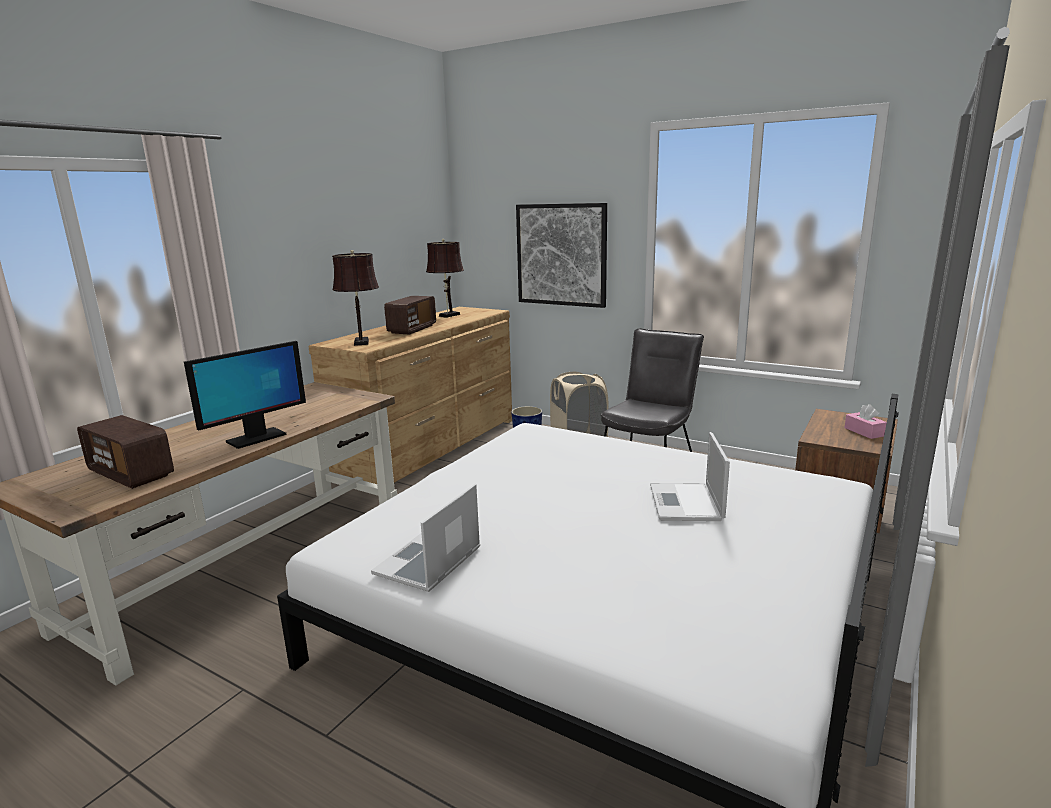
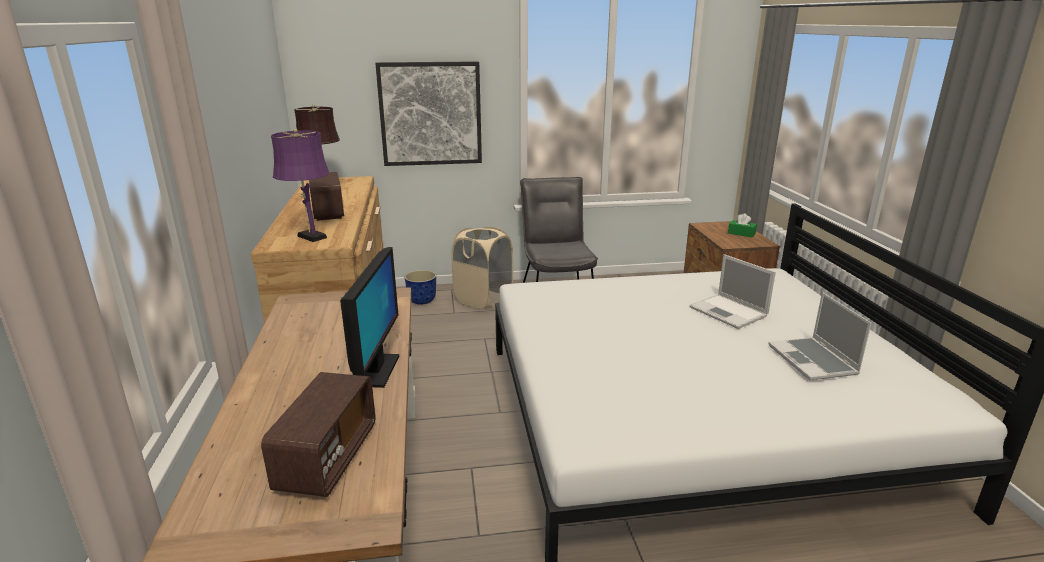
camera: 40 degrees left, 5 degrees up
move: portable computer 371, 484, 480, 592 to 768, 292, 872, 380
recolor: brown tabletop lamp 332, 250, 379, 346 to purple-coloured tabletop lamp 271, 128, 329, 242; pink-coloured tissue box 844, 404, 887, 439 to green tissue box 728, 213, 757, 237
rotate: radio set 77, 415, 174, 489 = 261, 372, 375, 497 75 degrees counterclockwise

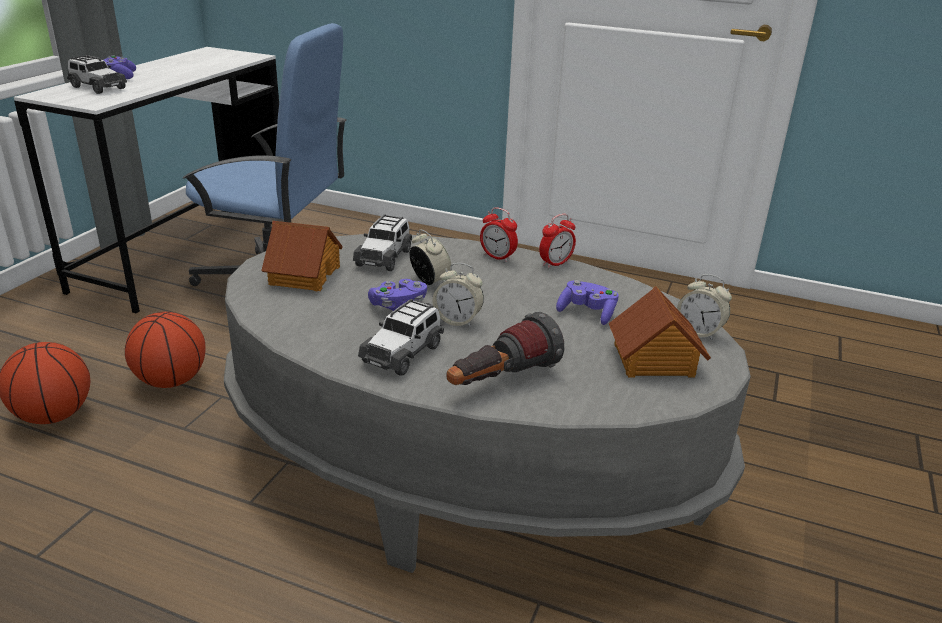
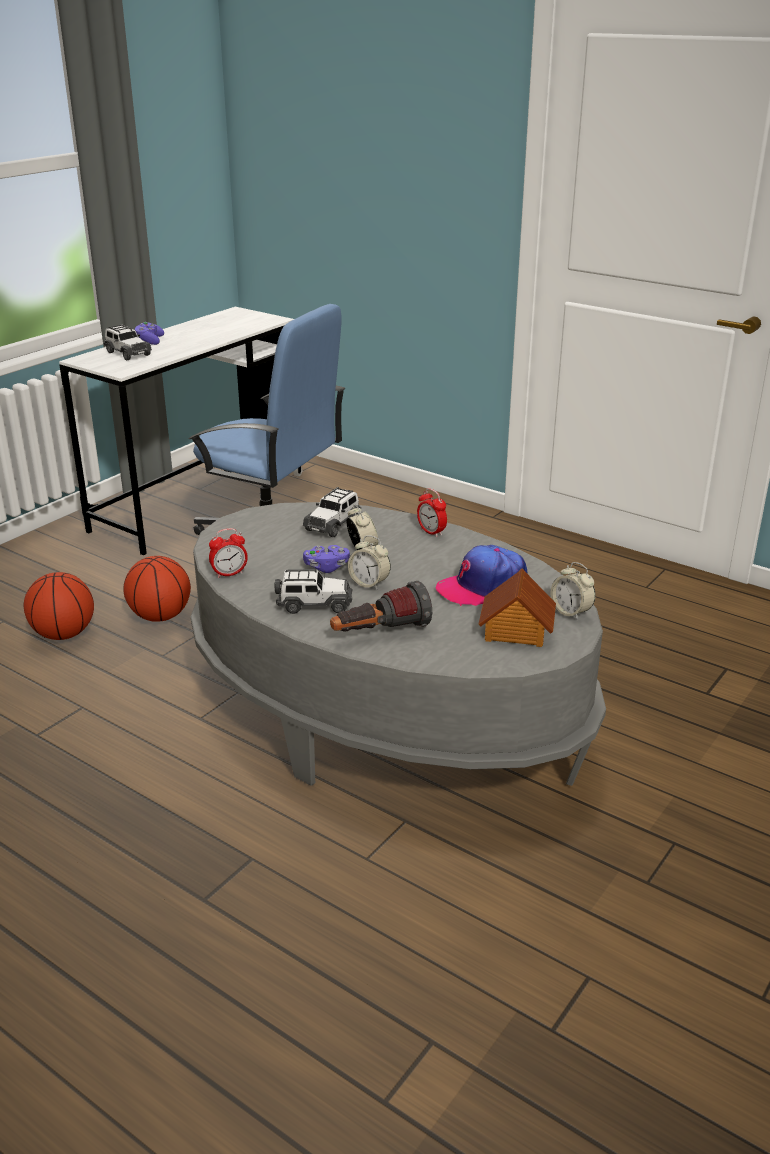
camera: 15 degrees right, 0 degrees up
delete: model house 261, 221, 343, 291
move: bedside clock 539, 214, 576, 269 to 209, 528, 248, 578
replace: purple-coloured joypad 556, 280, 619, 325 to peaked cap 436, 545, 528, 606
rotate: miniature car 358, 299, 444, 376 = 275, 569, 353, 614 135 degrees counterclockwise

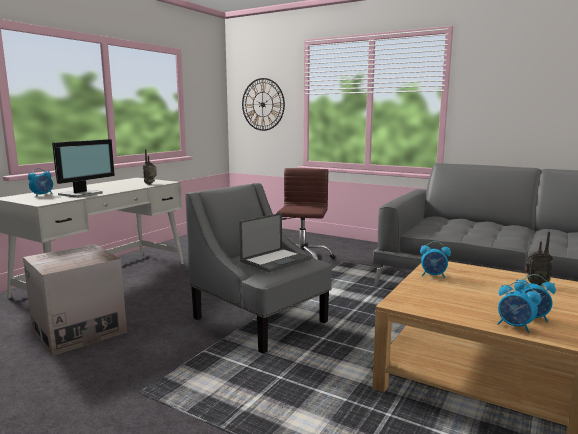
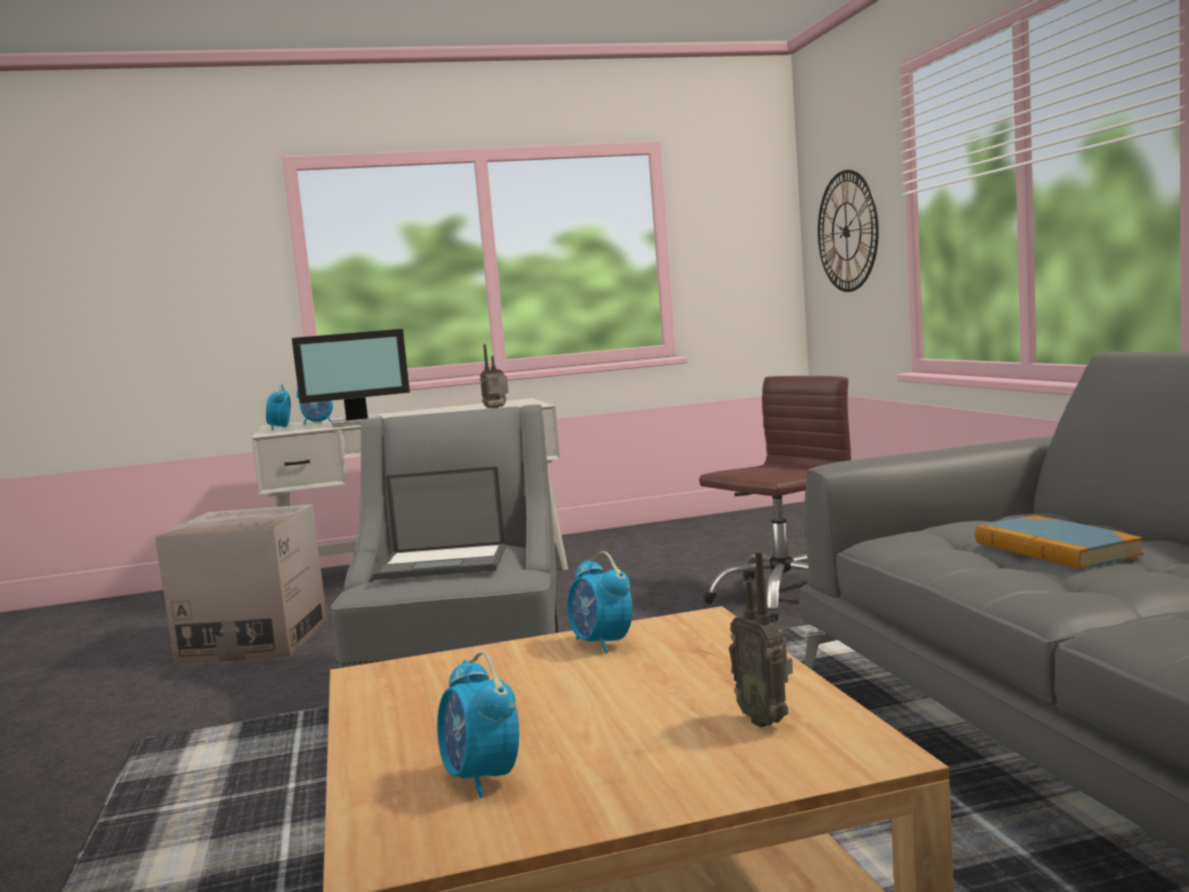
camera: 45 degrees right, 5 degrees down
insert: bound book 975, 515, 1144, 569
move: bedside clock 498, 281, 541, 333 to 266, 384, 291, 430

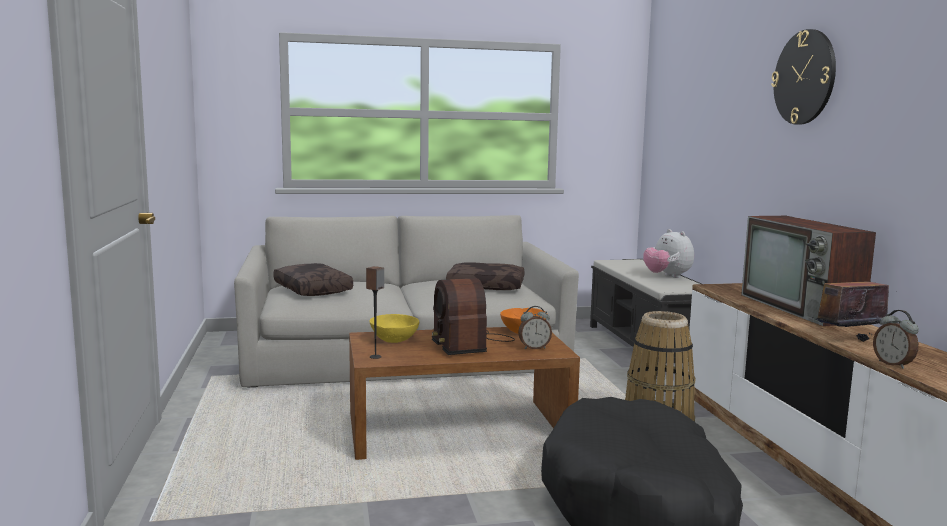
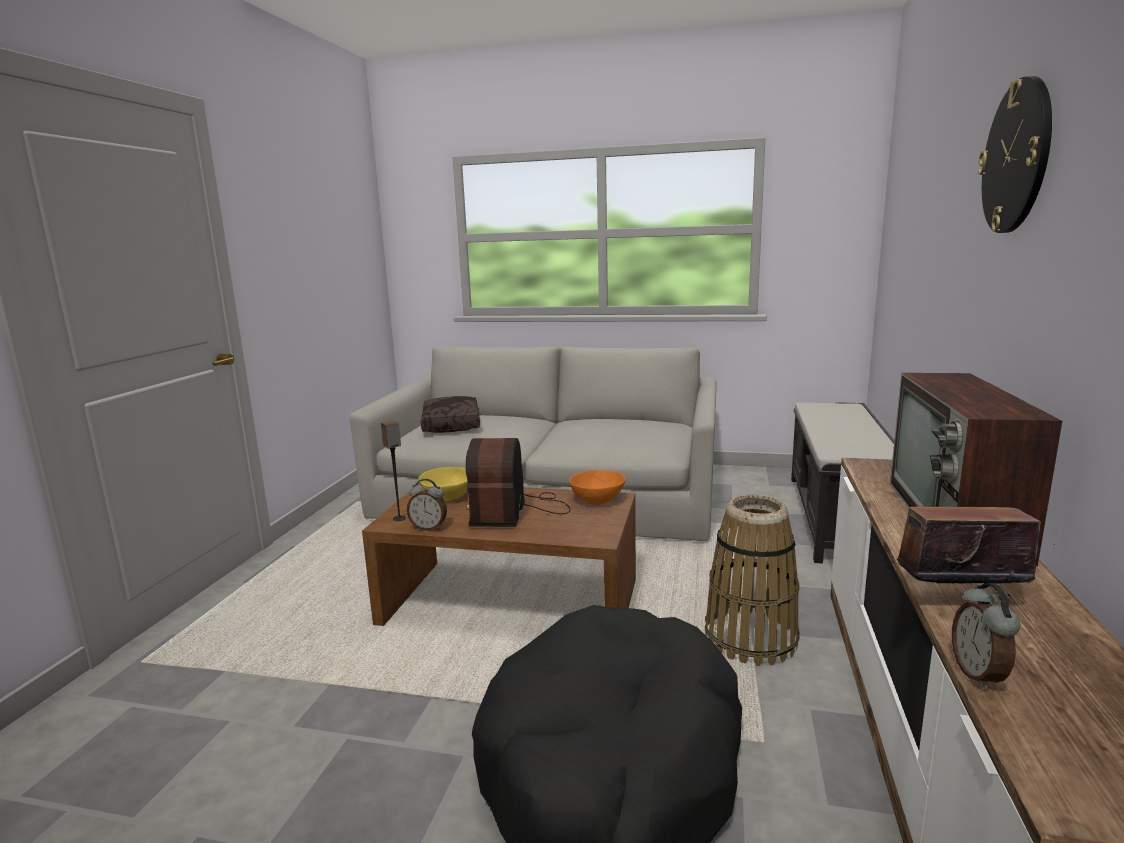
camera: 25 degrees right, 5 degrees up
delete: brown cushion 446, 262, 524, 290; soft toy 643, 229, 694, 278
move: bedside clock 518, 306, 552, 349 to 407, 479, 447, 531

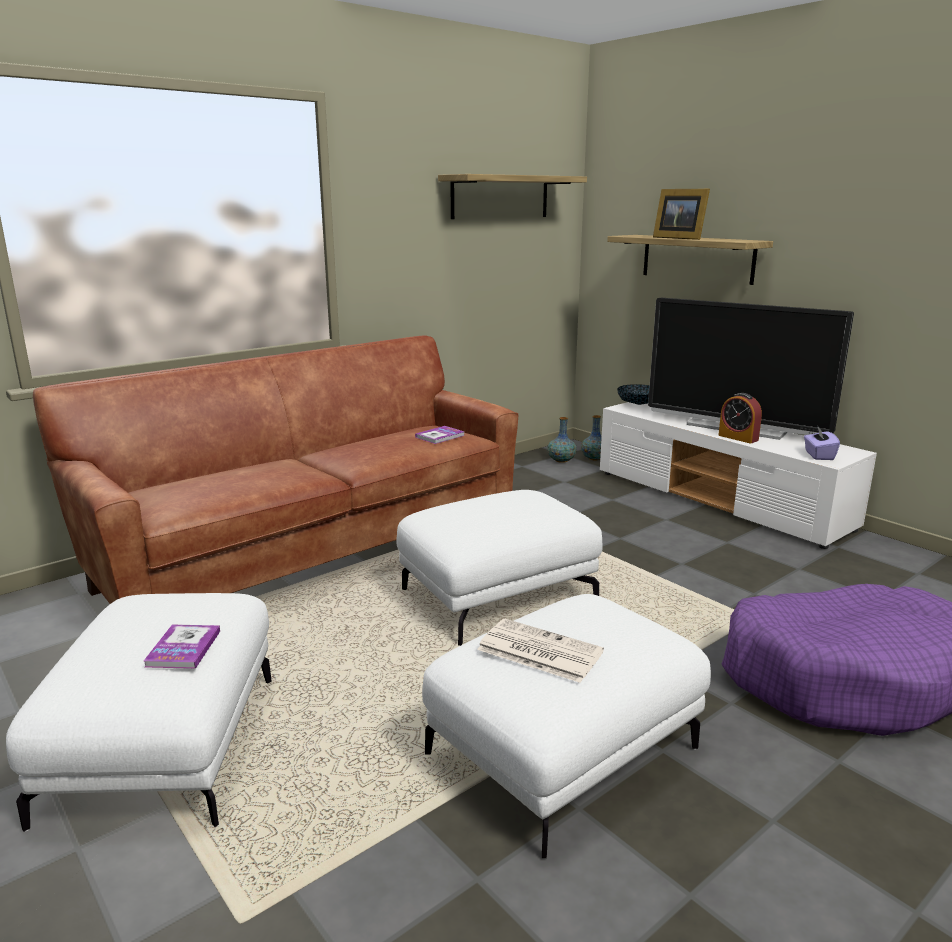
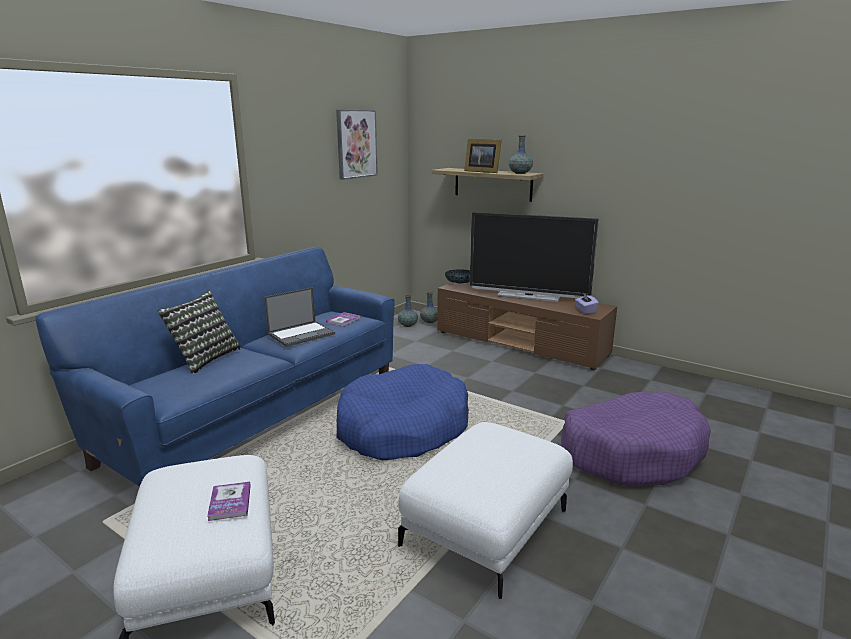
camera: 15 degrees left, 0 degrees up
delete: printed paper 477, 619, 604, 683; bedside clock 718, 393, 762, 444
insert: cushion 158, 290, 242, 374; portable computer 264, 287, 335, 347; flower vase 509, 135, 533, 174
replace: white footrest 396, 490, 603, 646 to blue dog bed 337, 364, 469, 460; wall shelf 438, 174, 587, 219 to picture 336, 110, 378, 180
recolor: brown settee 33, 335, 518, 604 to blue settee 35, 247, 395, 487; white media console 600, 402, 877, 549 to brown media console 437, 282, 617, 370

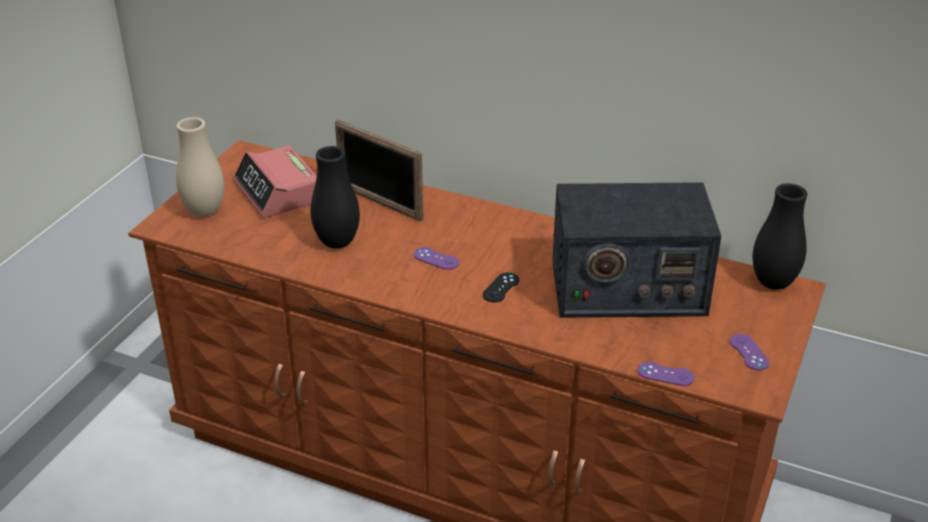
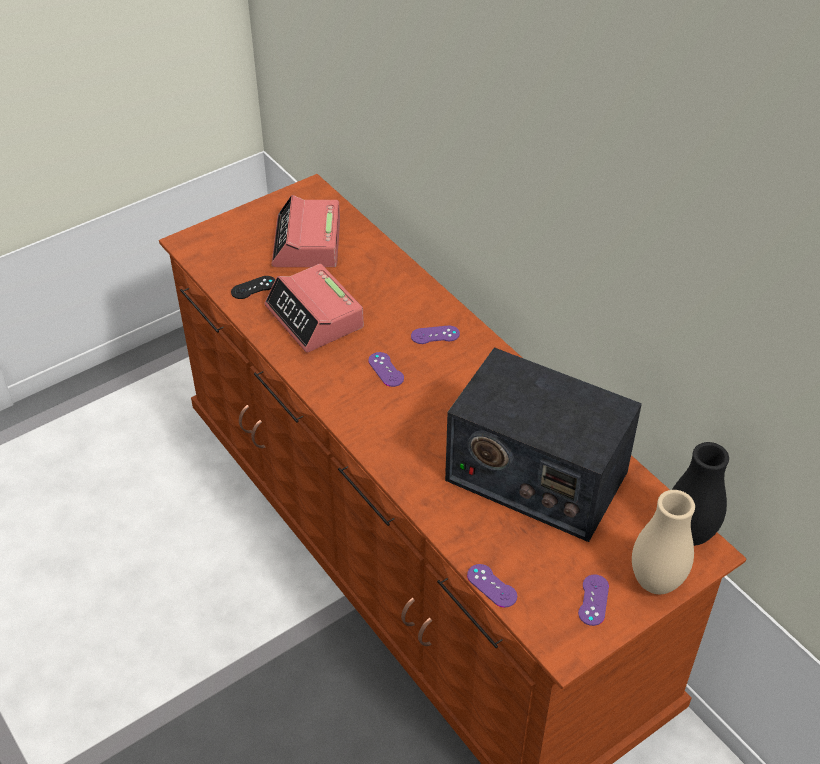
camera: 30 degrees right, 10 degrees up
delete: standing frame 335, 120, 424, 222
insert: purple-coloured joypad 411, 326, 460, 344
move: sand-coloured flower vase 176, 117, 224, 217 to 632, 490, 695, 594; blackish joypad 482, 272, 519, 302 to 231, 276, 275, 299
replace: blackish flower vase 311, 146, 360, 249 to bedside clock 264, 264, 364, 353

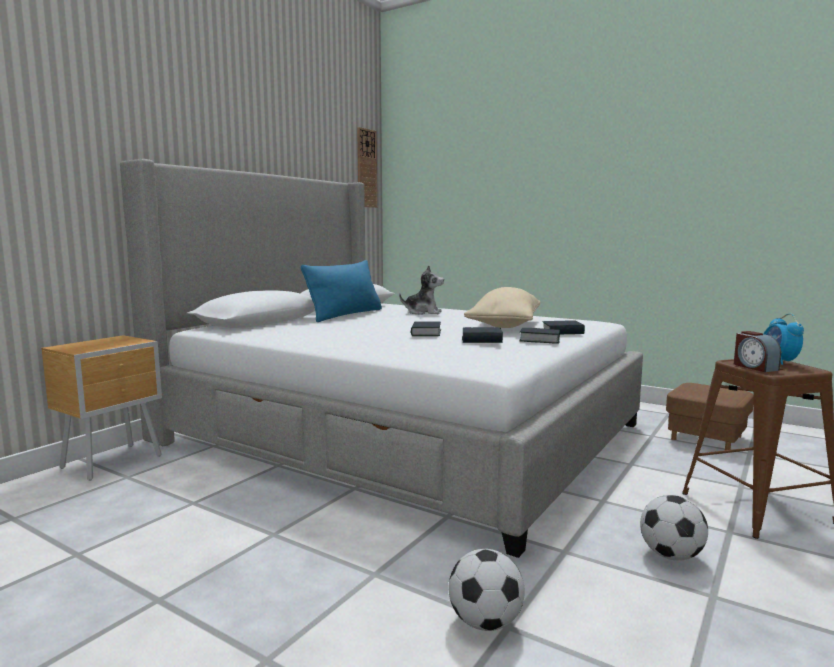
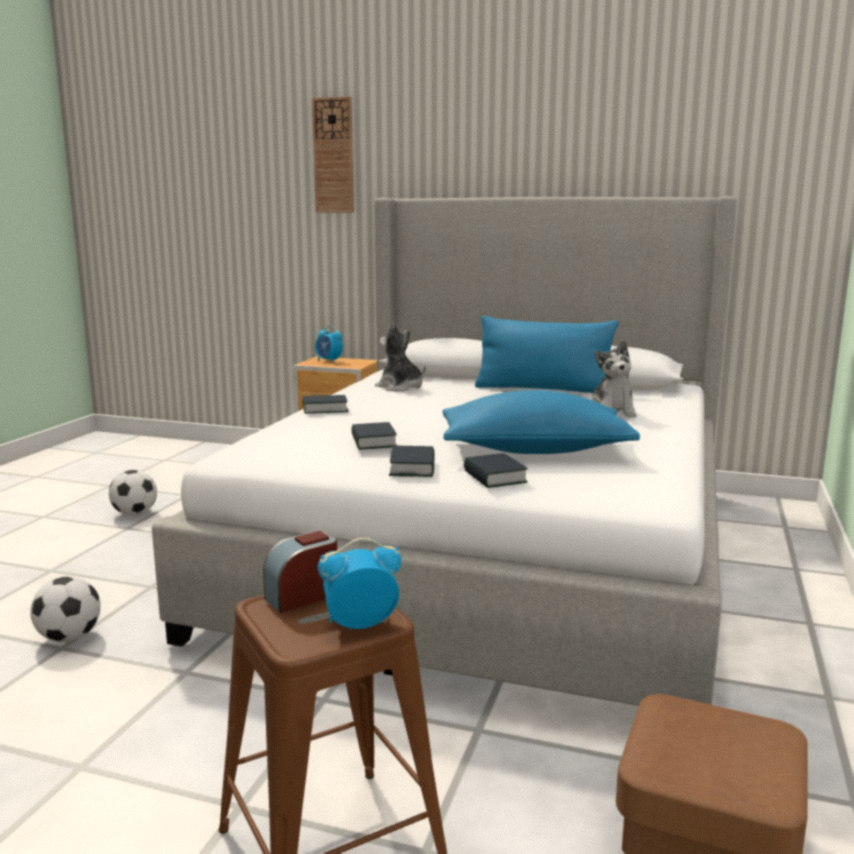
camera: 75 degrees right, 5 degrees up
insert: bedside clock 315, 325, 343, 363; soft toy 375, 323, 426, 392
move: clock on the wall 357, 127, 377, 208 to 312, 96, 354, 213; bound book 411, 321, 441, 336 to 303, 395, 349, 414; football ball 640, 495, 708, 561 to 109, 470, 157, 516
recolor: sand-coloured cushion 464, 287, 540, 328 to blue cushion 442, 390, 640, 454

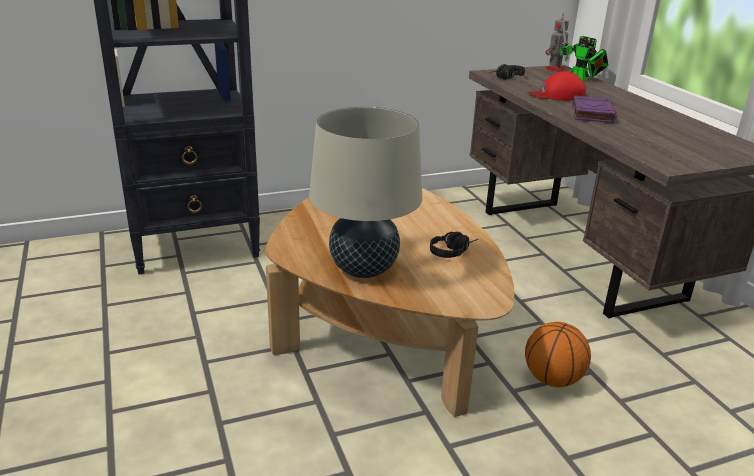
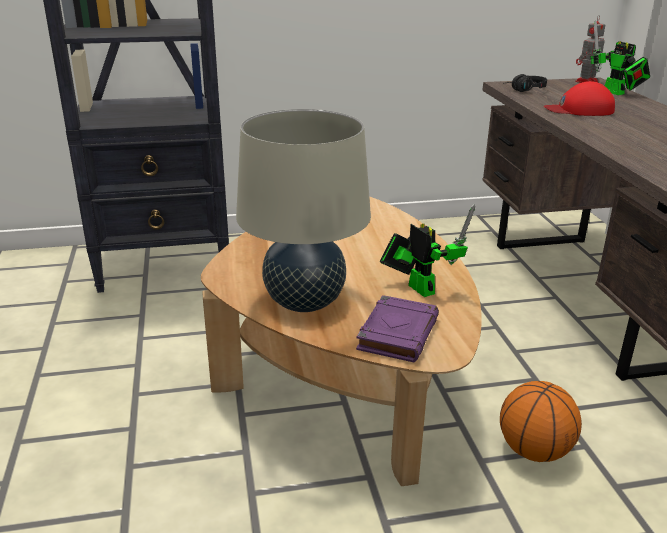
camera: 10 degrees right, 0 degrees up
move: purple-coloured bound book 572, 95, 617, 123 to 356, 295, 439, 362
replace: blackish headphones 430, 232, 478, 258 to robot figure 380, 205, 475, 297

